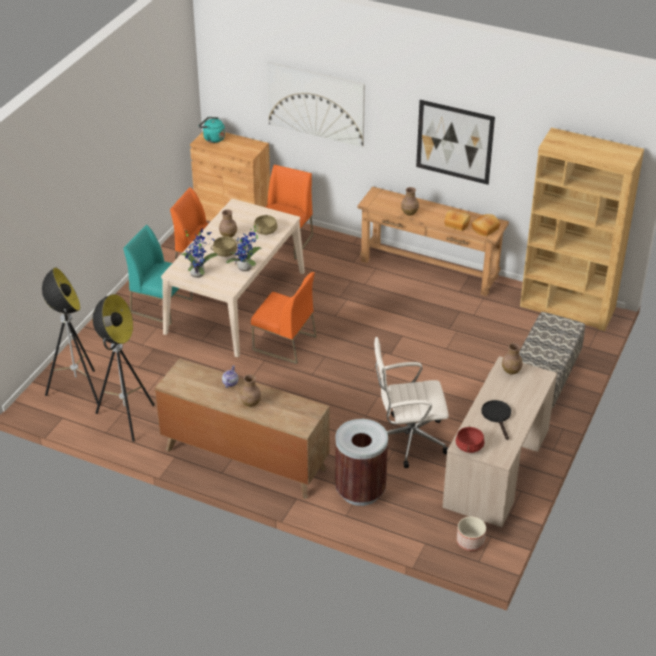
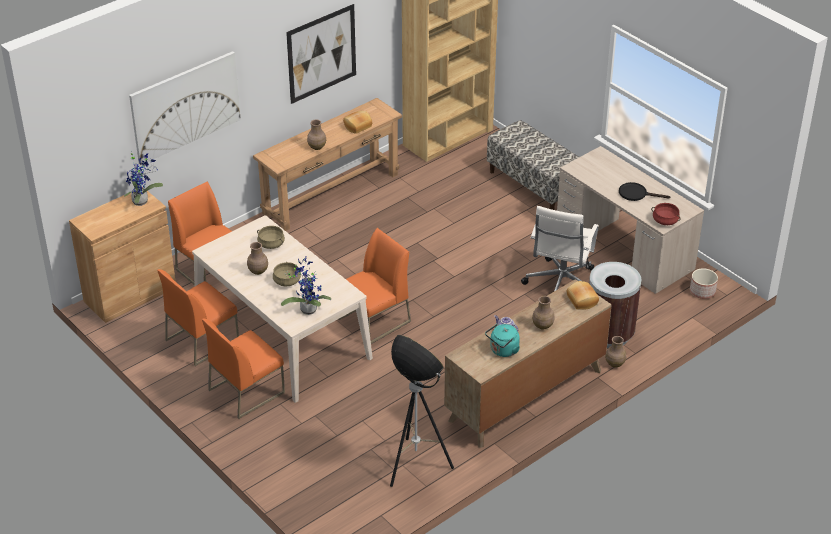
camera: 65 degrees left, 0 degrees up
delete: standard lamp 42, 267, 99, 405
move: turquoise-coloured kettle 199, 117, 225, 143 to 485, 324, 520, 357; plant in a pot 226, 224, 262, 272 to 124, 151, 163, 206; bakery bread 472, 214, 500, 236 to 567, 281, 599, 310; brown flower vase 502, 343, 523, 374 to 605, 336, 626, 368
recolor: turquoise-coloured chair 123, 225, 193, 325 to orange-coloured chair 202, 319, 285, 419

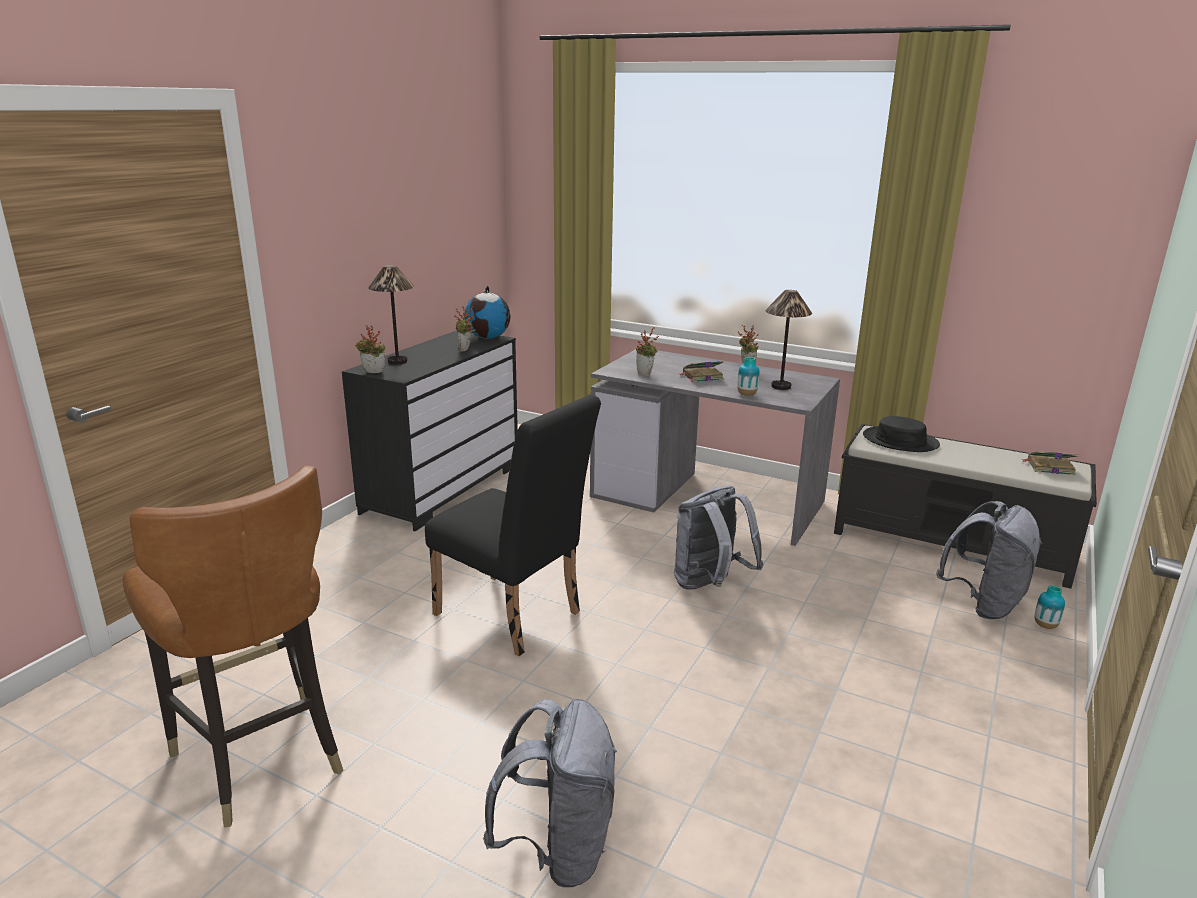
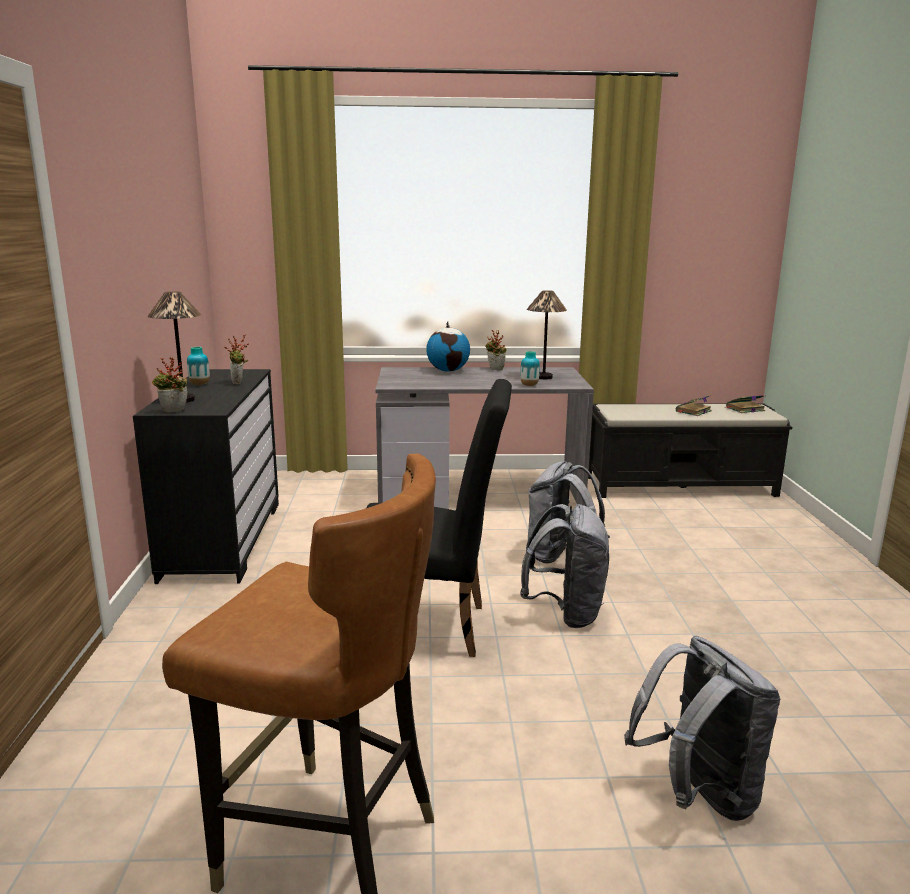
camera: 30 degrees left, 5 degrees down
delete: plant in a pot 636, 328, 659, 376; blackish hat 863, 416, 940, 452
move: desk globe 464, 286, 510, 339 to 426, 321, 470, 372; bound book 681, 361, 724, 382 to 676, 395, 712, 416; greyish knapsack 936, 501, 1042, 619 to 520, 504, 610, 628; flower vase 1035, 585, 1065, 629 to 187, 347, 210, 385

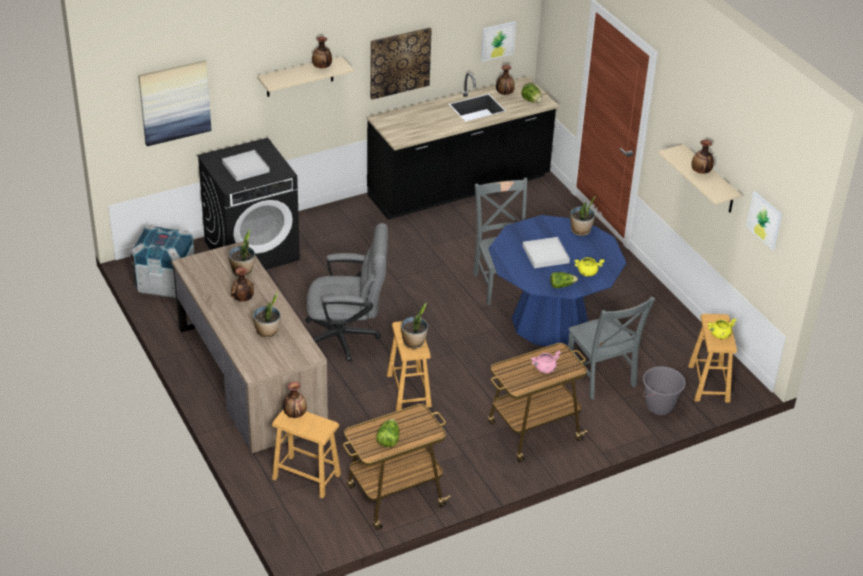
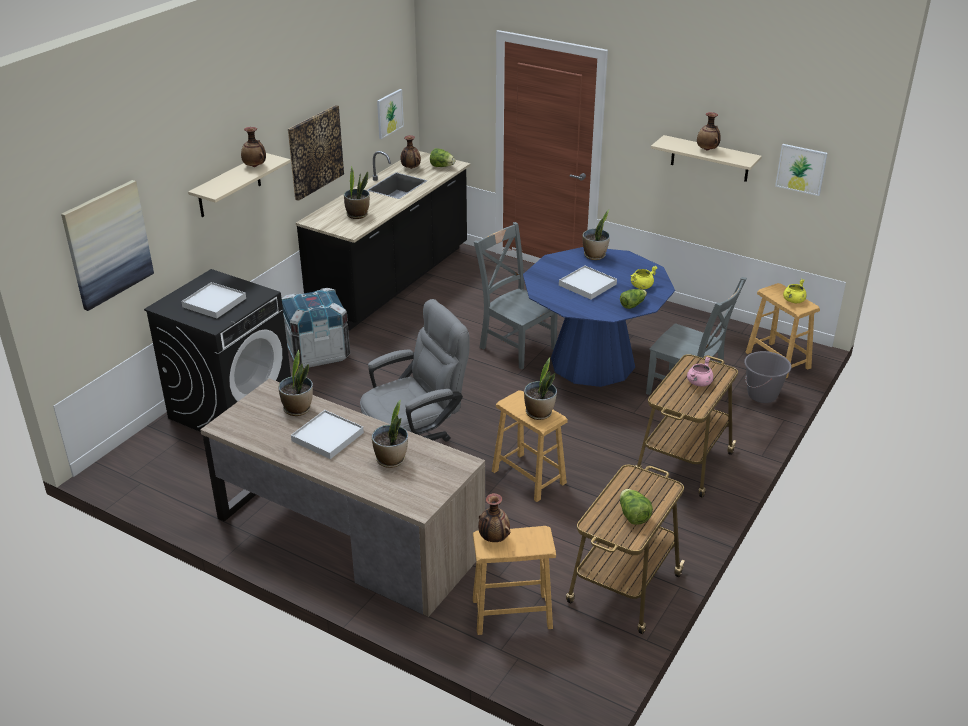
camera: 30 degrees left, 5 degrees down
insert: plant in a pot 344, 166, 370, 219
move: shipping crate 130, 225, 195, 298 to 282, 288, 350, 368
replace: flower vase 231, 267, 254, 302 to white tray 291, 410, 364, 459

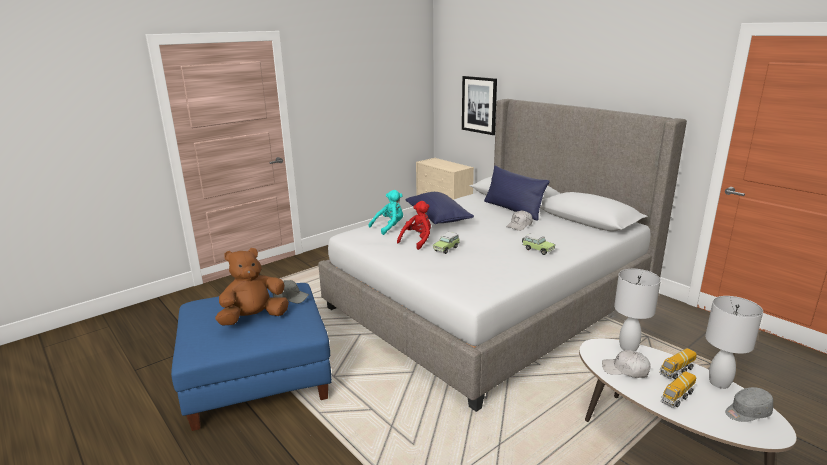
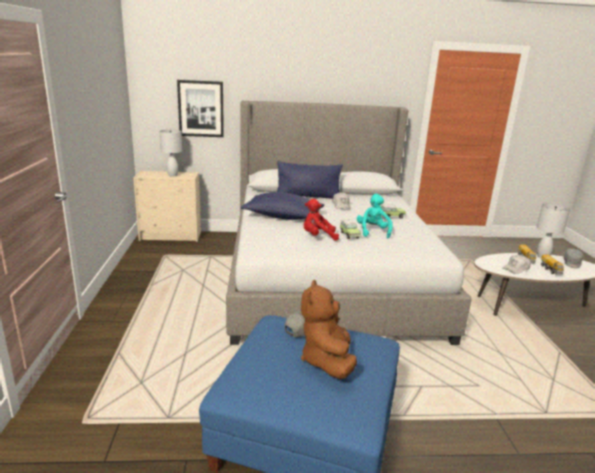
camera: 55 degrees left, 0 degrees up
move: turquoise-coloured soft toy 368, 190, 403, 235 to 357, 194, 393, 239; white tabletop lamp 614, 269, 661, 351 to 160, 130, 182, 176
rotate: red-coloured soft toy 397, 201, 431, 250 = 304, 199, 339, 241 75 degrees counterclockwise

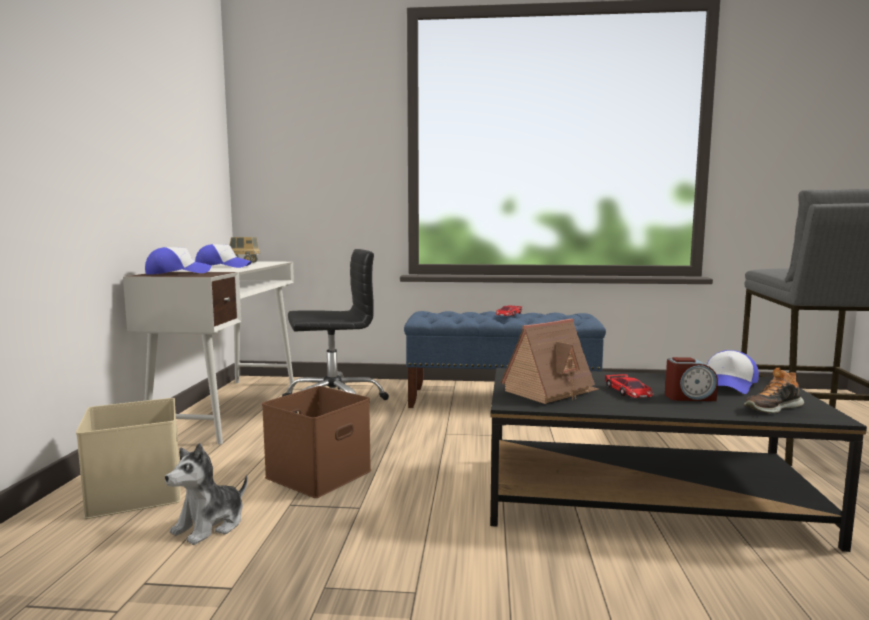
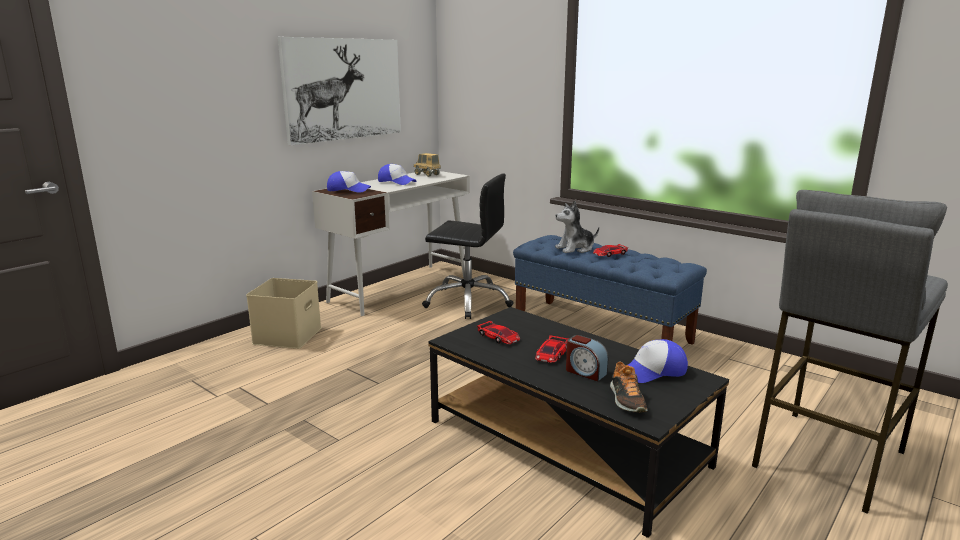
camera: 35 degrees right, 10 degrees up
delete: brown storage container 262, 386, 371, 498
insert: picture 278, 37, 401, 145
move: soft toy 165, 443, 248, 545 to 555, 201, 599, 253
replace: model house 500, 319, 599, 404 to miniature car 477, 321, 520, 344
rotate: low shoe 744, 368, 804, 413 = 610, 361, 648, 413 105 degrees counterclockwise

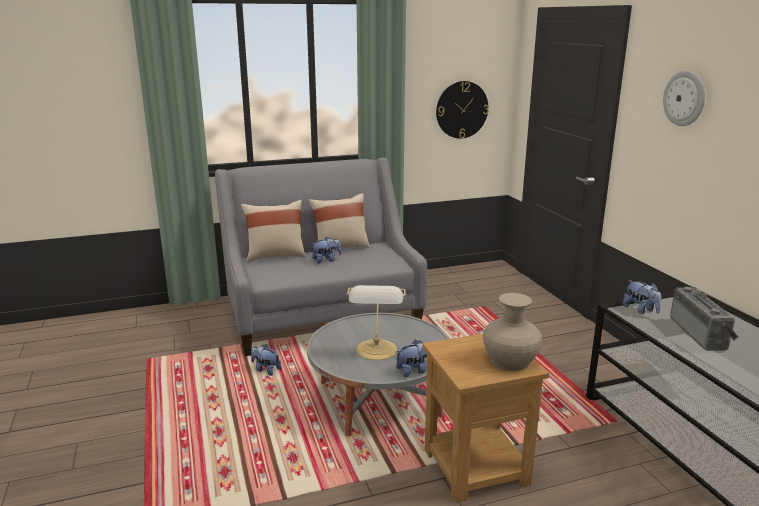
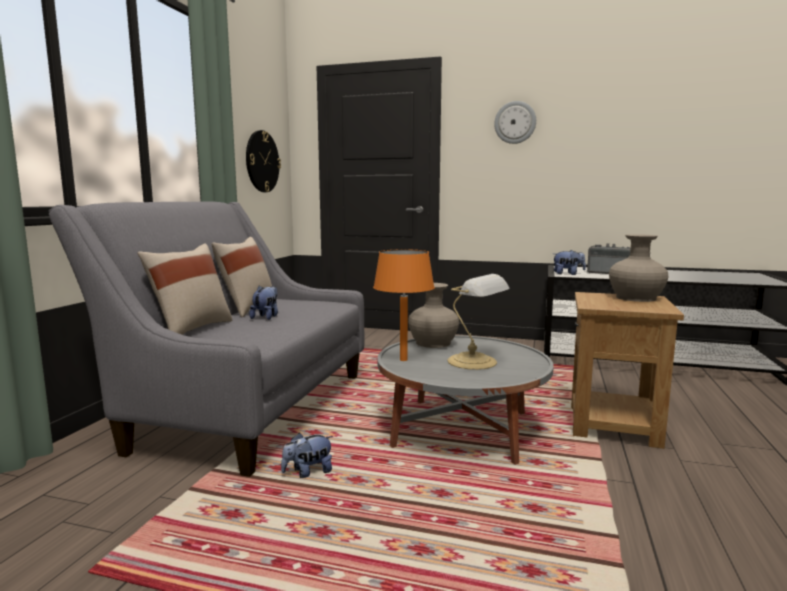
camera: 55 degrees left, 10 degrees down
delete: soft toy 396, 339, 427, 377
insert: orange-coloured tabletop lamp 373, 249, 435, 361; sand-coloured flower vase 408, 283, 459, 348

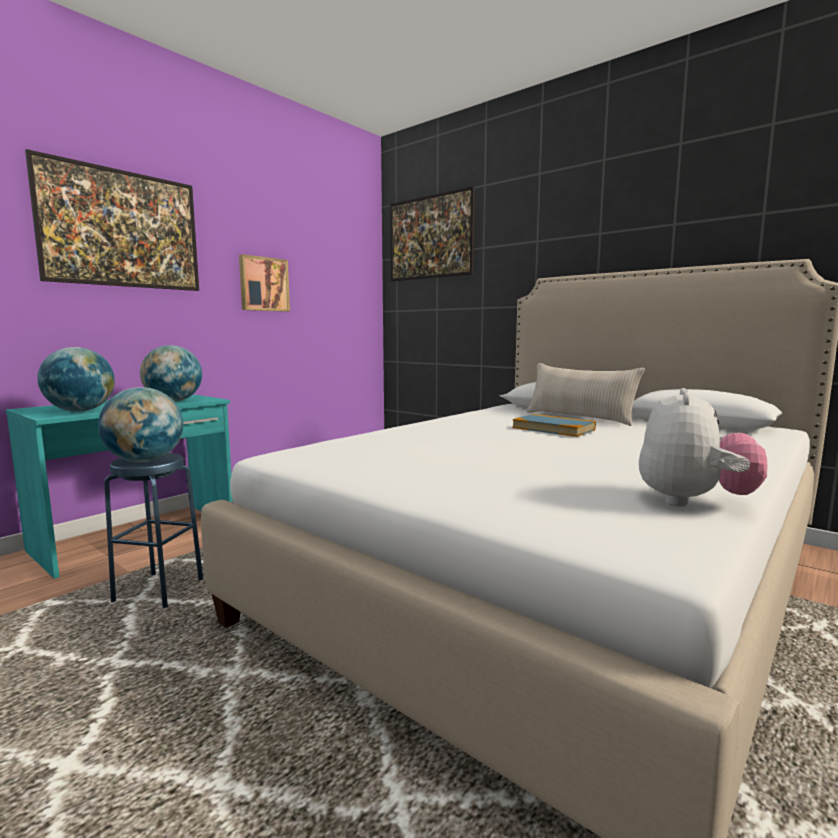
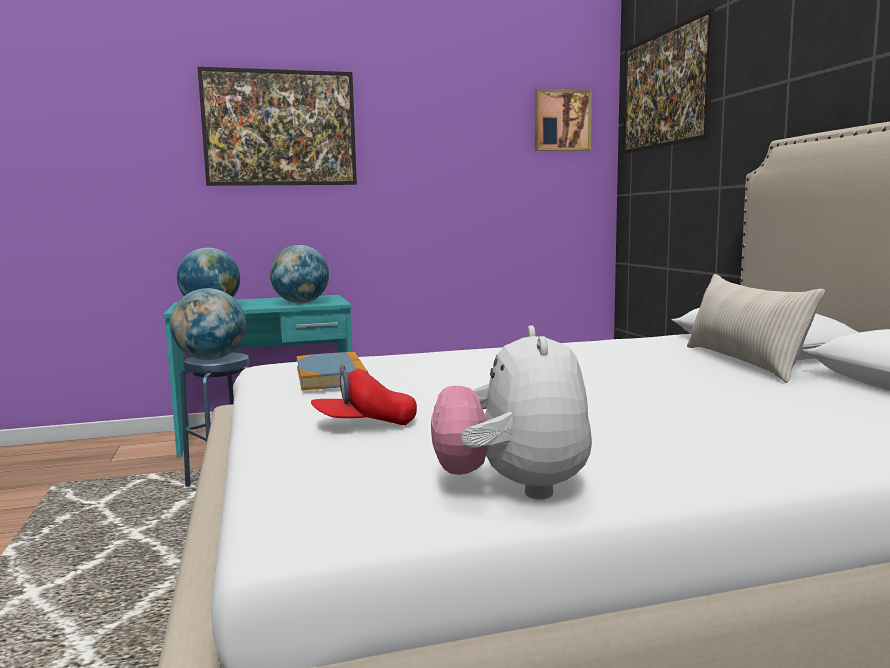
camera: 35 degrees right, 0 degrees up
insert: red-coloured peaked cap 311, 364, 417, 425
move: picture 239, 254, 290, 312 to 535, 89, 592, 151; bound book 512, 414, 596, 437 to 296, 352, 369, 390
rotate: soft toy 639, 388, 767, 507 = 431, 326, 592, 500 120 degrees clockwise

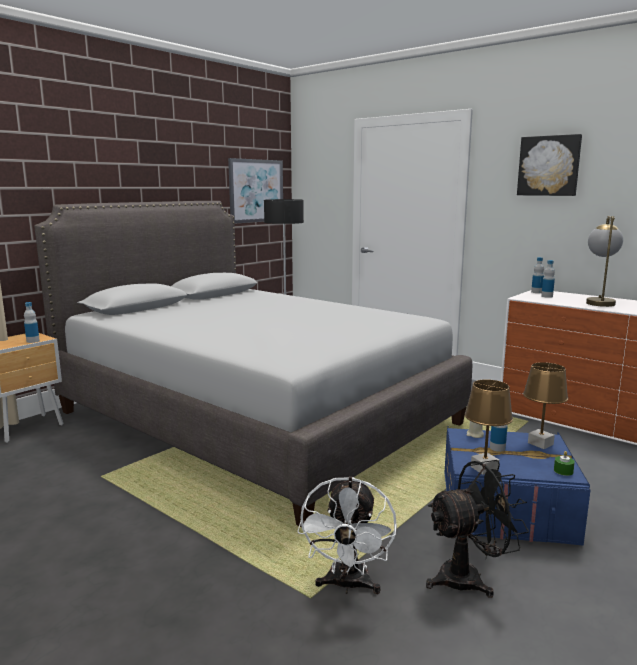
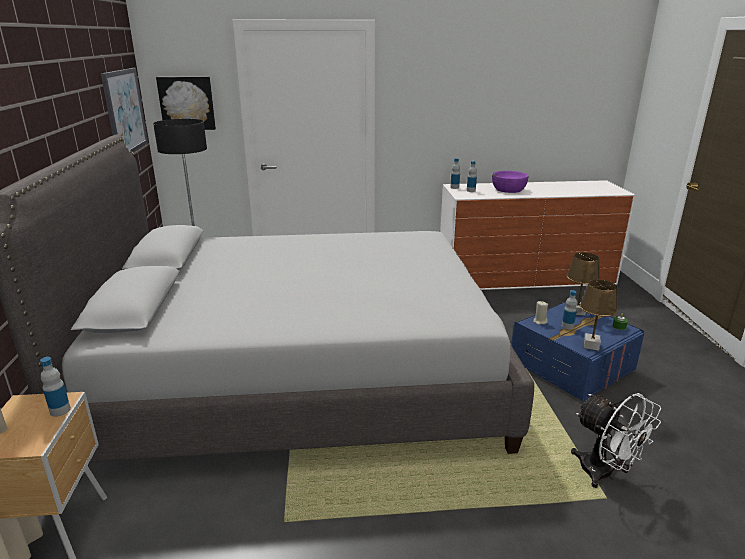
camera: 45 degrees left, 10 degrees up
delete: blackish fan 426, 460, 529, 598
move: picture 517, 134, 582, 196 to 156, 77, 216, 130
replace: tabletop lamp 586, 216, 623, 307 to purple-coloured serving bowl 492, 171, 528, 193

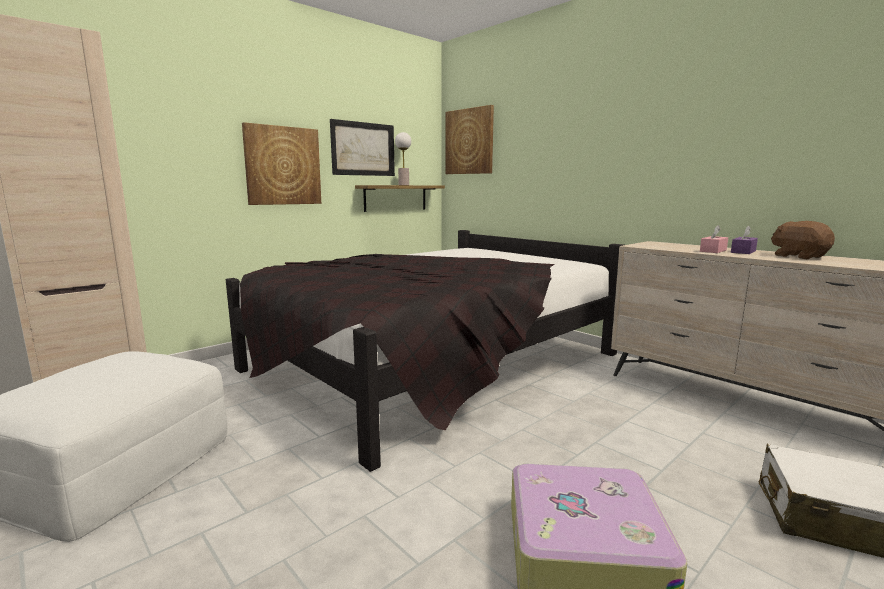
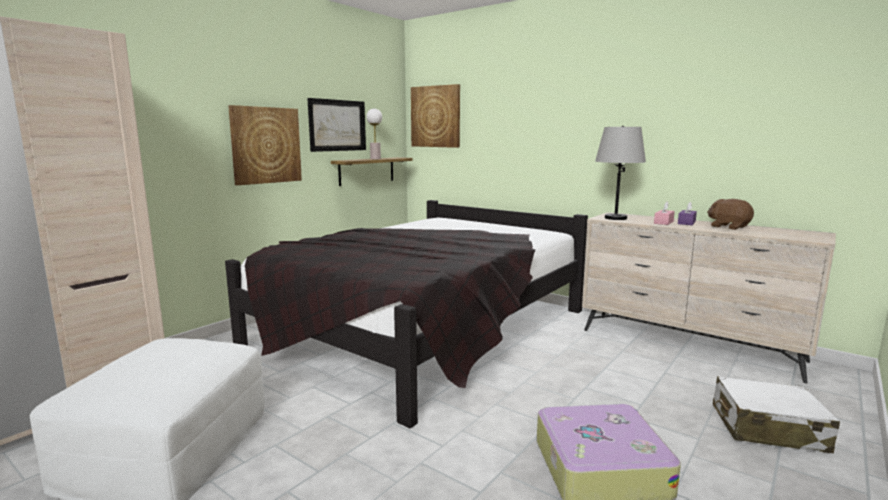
camera: 10 degrees left, 0 degrees up
insert: greyish tabletop lamp 595, 126, 646, 220

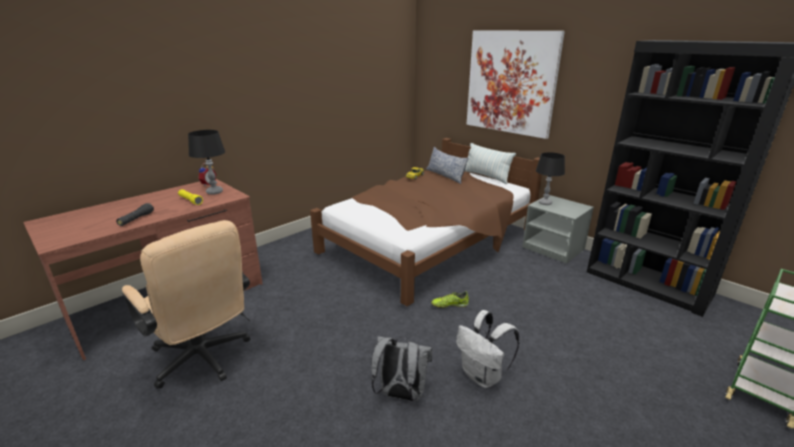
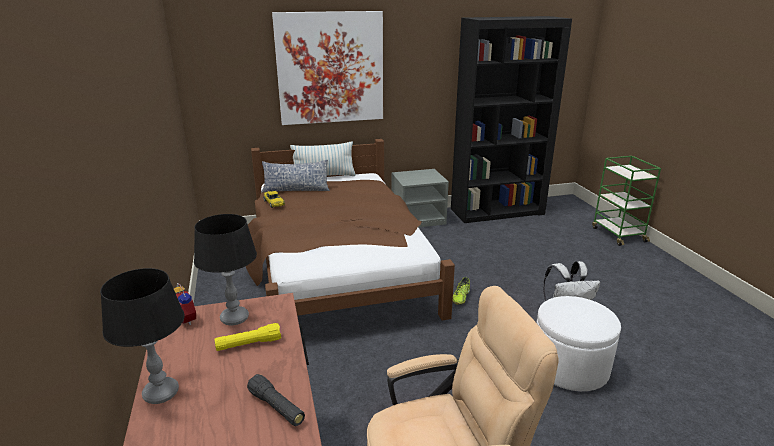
camera: 60 degrees left, 0 degrees up
move: blackish tabletop lamp 536, 152, 565, 205 to 100, 268, 184, 404
replace: greyish knapsack 371, 336, 432, 401 to white footrest 537, 296, 621, 391

